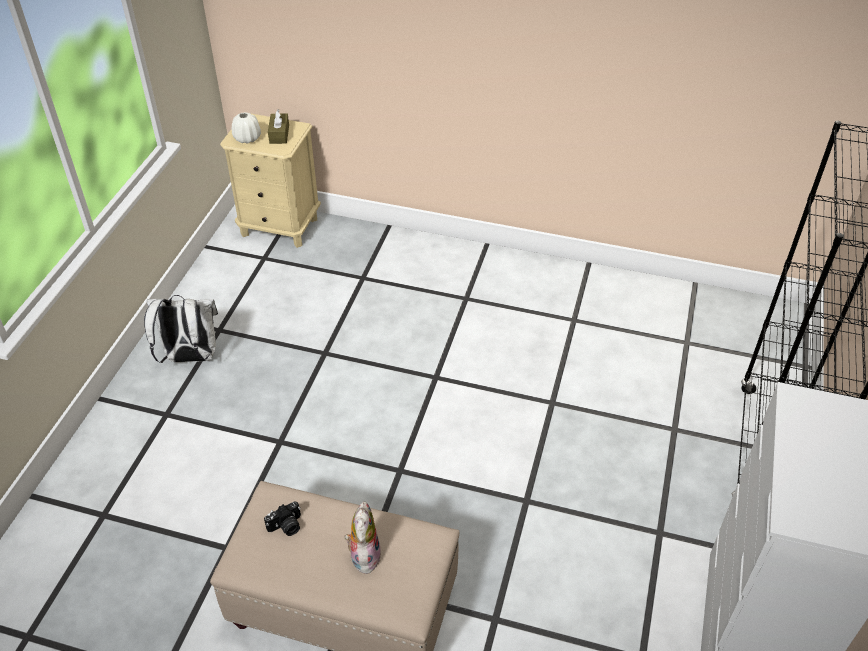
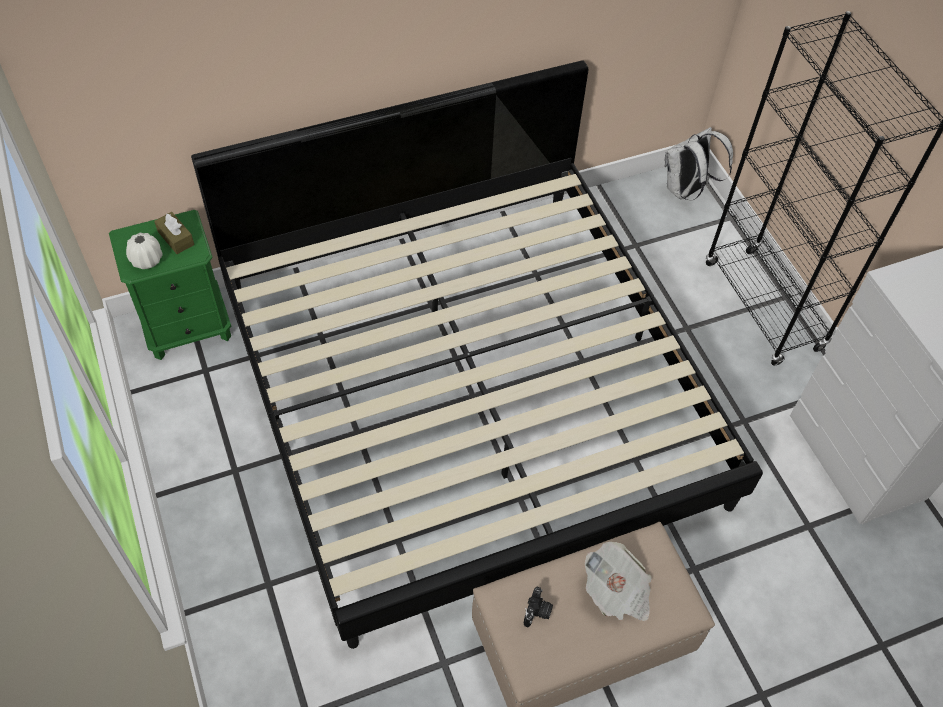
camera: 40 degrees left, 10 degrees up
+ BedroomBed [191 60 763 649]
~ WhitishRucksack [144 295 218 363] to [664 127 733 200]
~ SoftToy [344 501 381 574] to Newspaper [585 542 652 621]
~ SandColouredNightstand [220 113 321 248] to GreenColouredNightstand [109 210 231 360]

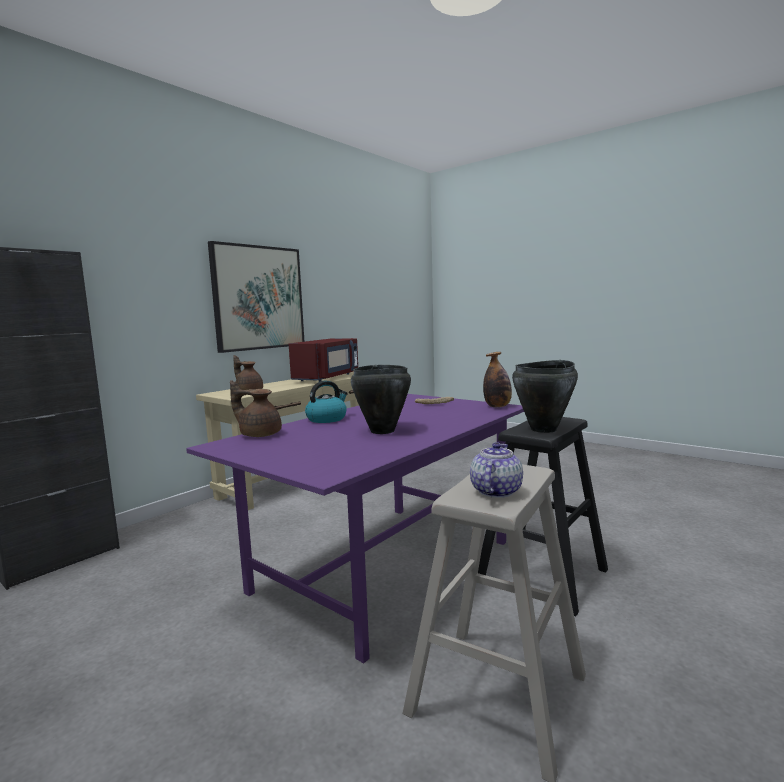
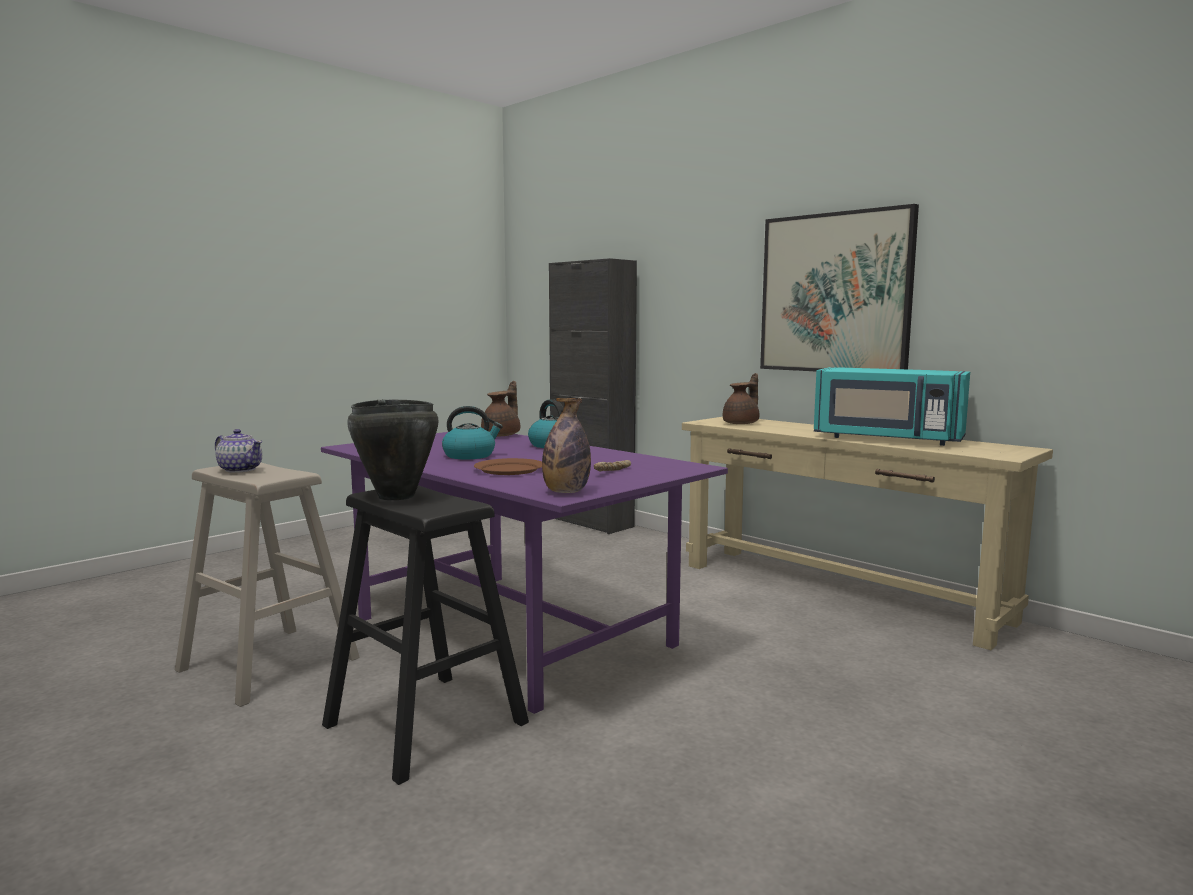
camera: 95 degrees right, 0 degrees up
+ BrownPlate [474 458 542 475]
~ BlackColouredSaucepot [351 365 411 434] to TeaKettle [442 406 503 459]
~ RedMicrowaveOven [289 338 358 382] to BlueGreenMicrowaveOven [814 367 970 446]

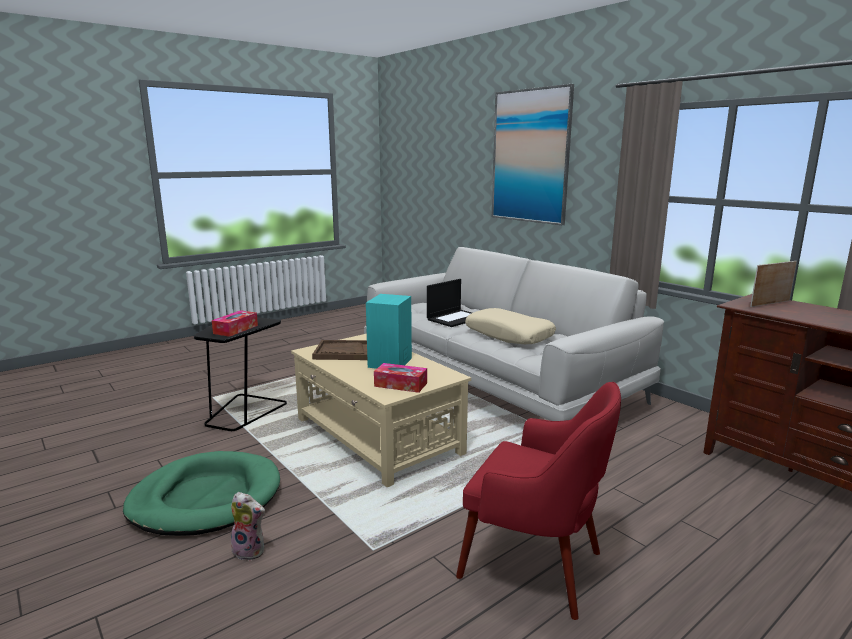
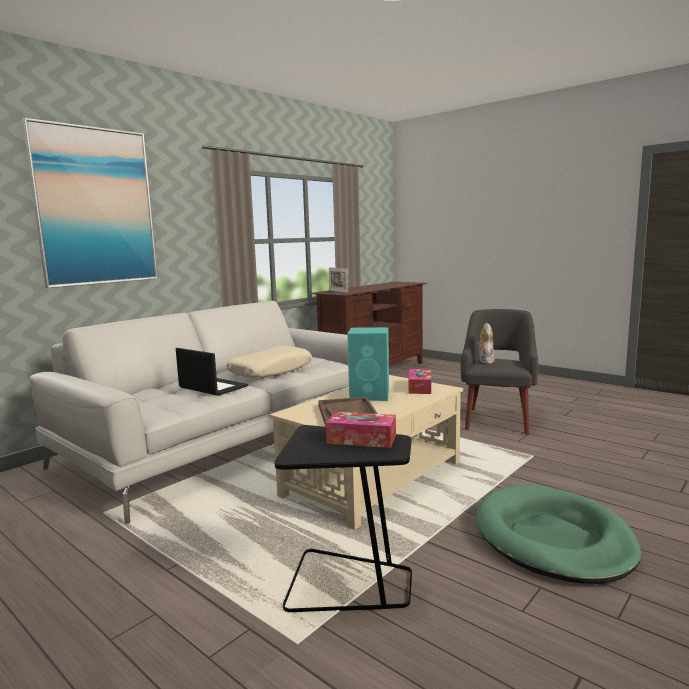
camera: 100 degrees left, 5 degrees down
~ SoftToy [231 492 265 561] to [477 323 495 364]
~ RedArmchair [456 382 621 620] to GreyArmchair [461 309 538 435]

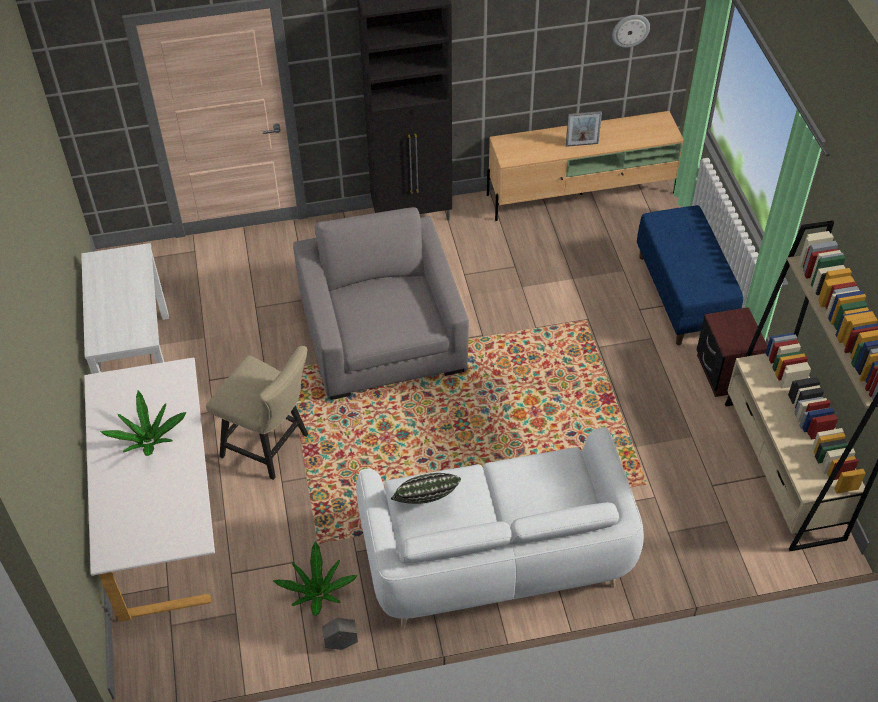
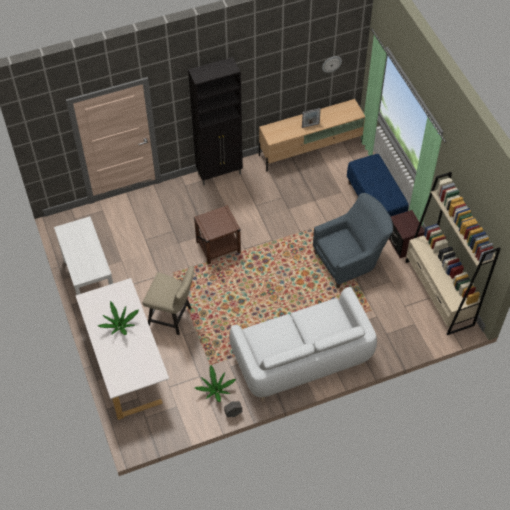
camera: 10 degrees left, 5 degrees up
- Cushion [391 473 461 504]
+ BluishArmchair [313 193 393 288]
~ GreyArmchair [293 207 469 400] to BrownEndTable [194 205 241 264]

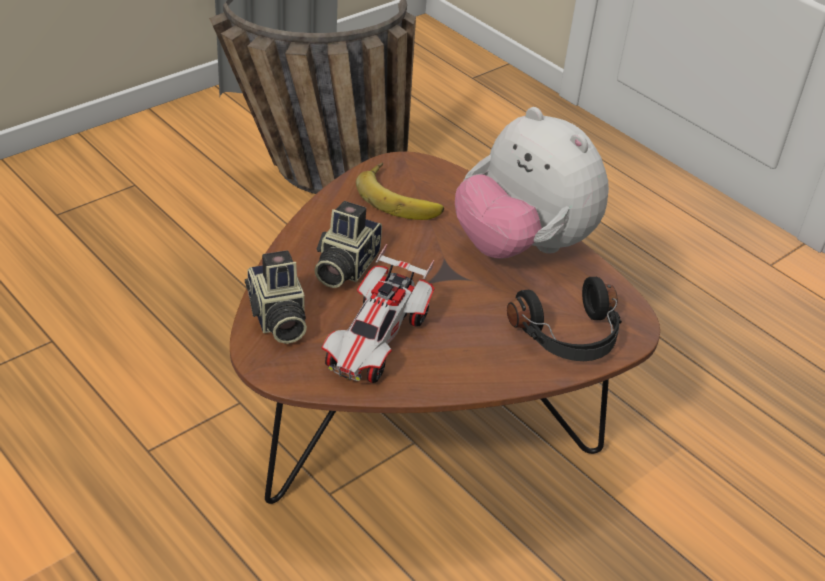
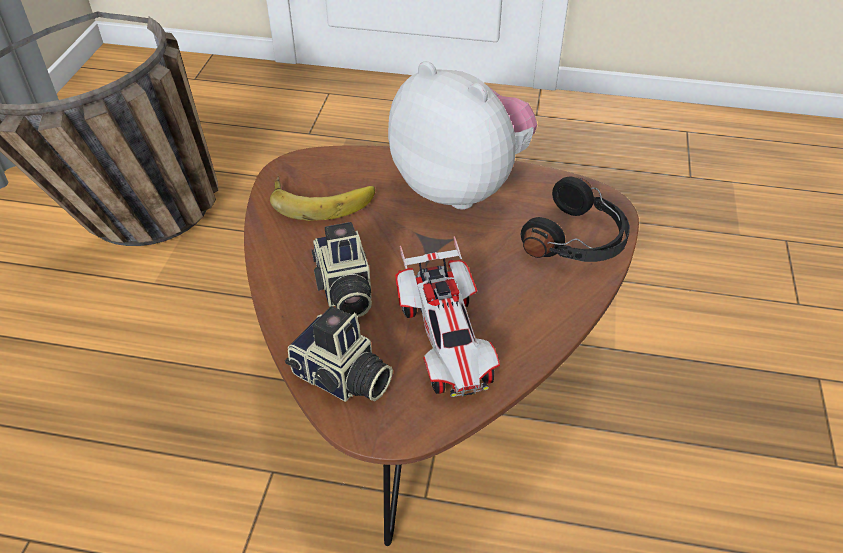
camera: 35 degrees left, 5 degrees up
~ SoftToy [455 107 609 259] = [388 61 537 210] 150 degrees counterclockwise

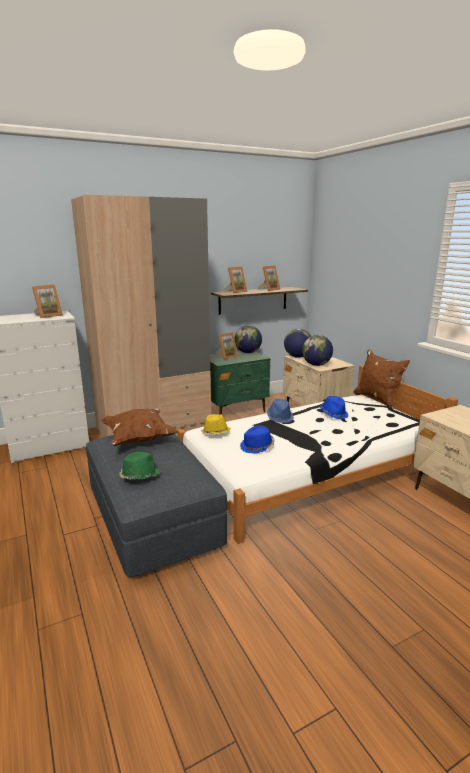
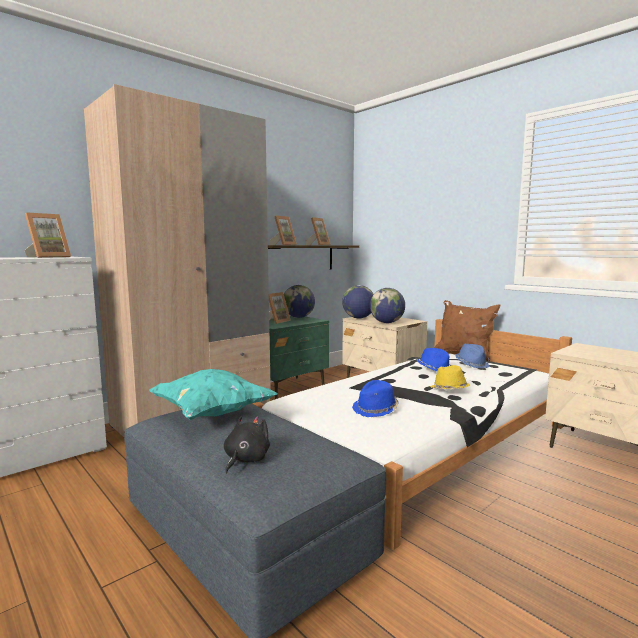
camera: 15 degrees left, 10 degrees down
~ YellowishClothingHat [200 414 231 434] to [430 365 470 389]
~ BluishClothingHat [267 399 294 423] to [456 344 489 369]
~ GreenColouredClothingHat [119 452 160 480] to BlackColouredSoftToy [224 416 270 474]
~ BrownCushion [101 408 178 446] to BlueGreenCushion [149 369 277 420]

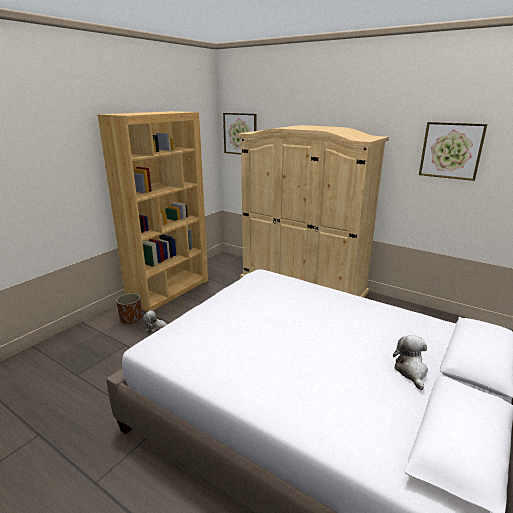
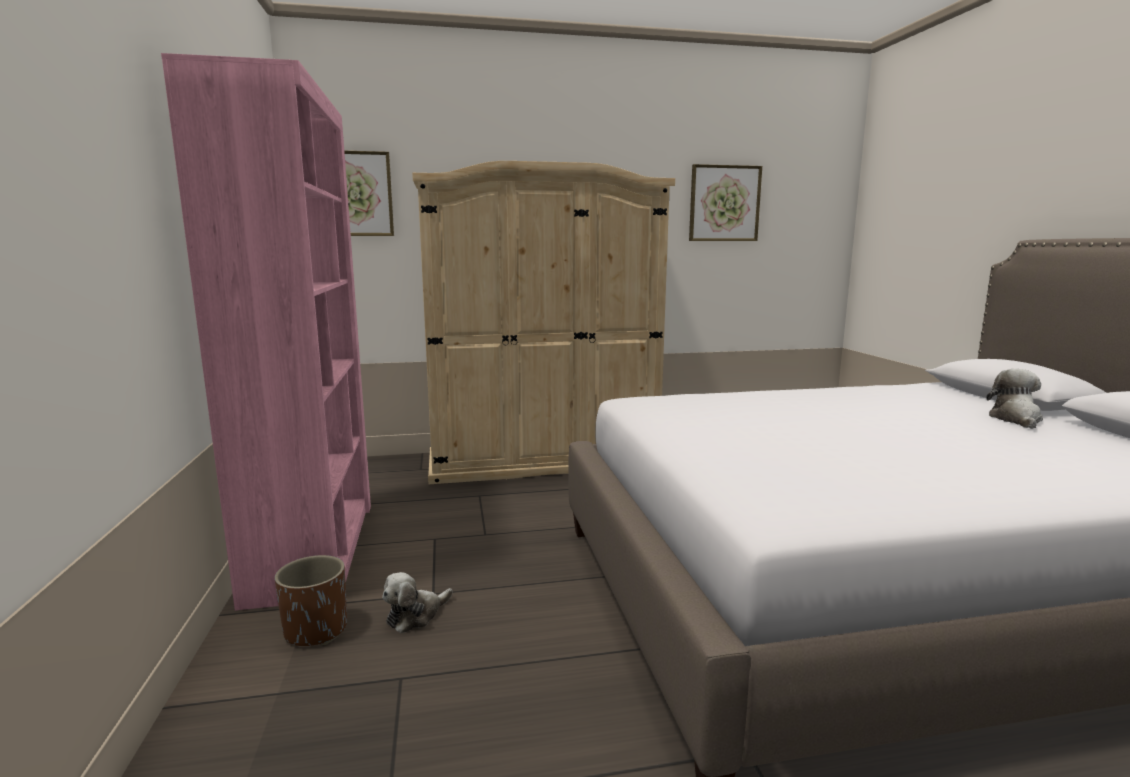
camera: 45 degrees left, 10 degrees down
~ BrownBookshelf [97 111 208 311] to PinkishBookshelf [161 53 371 611]
~ SoftToy [393 335 428 390] = [986 369 1043 429] 60 degrees clockwise

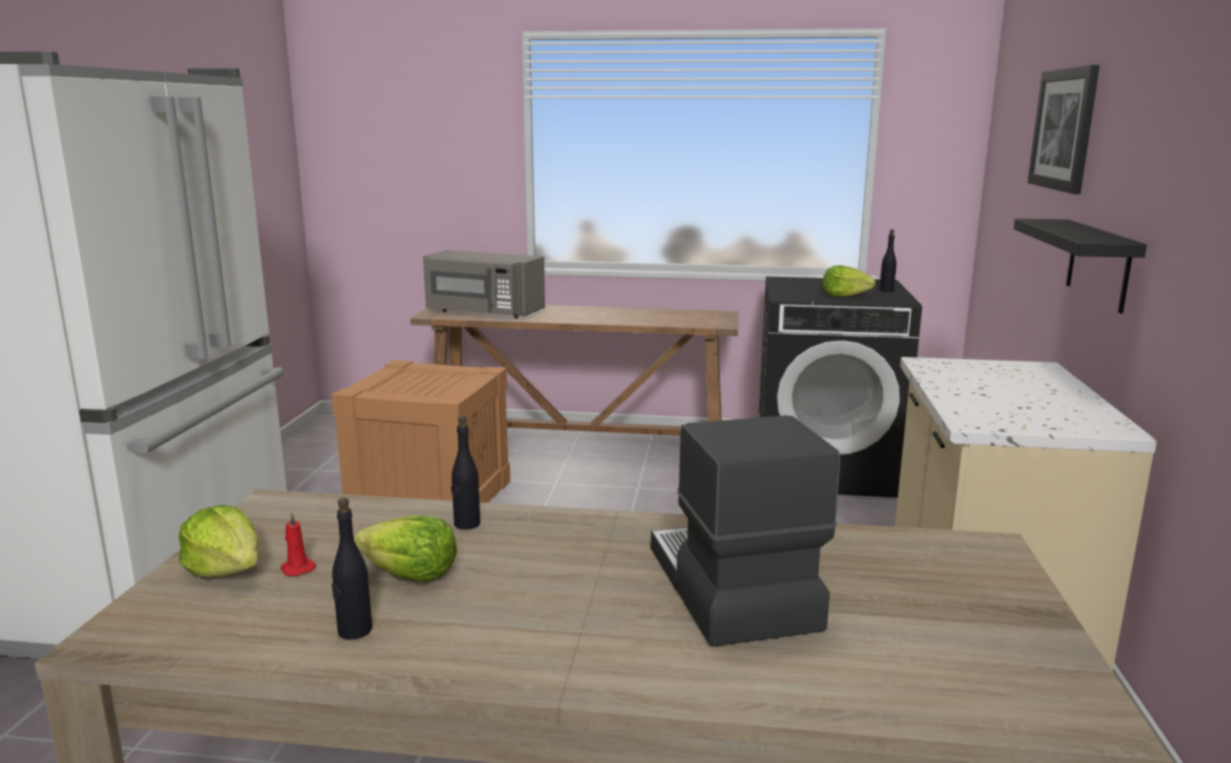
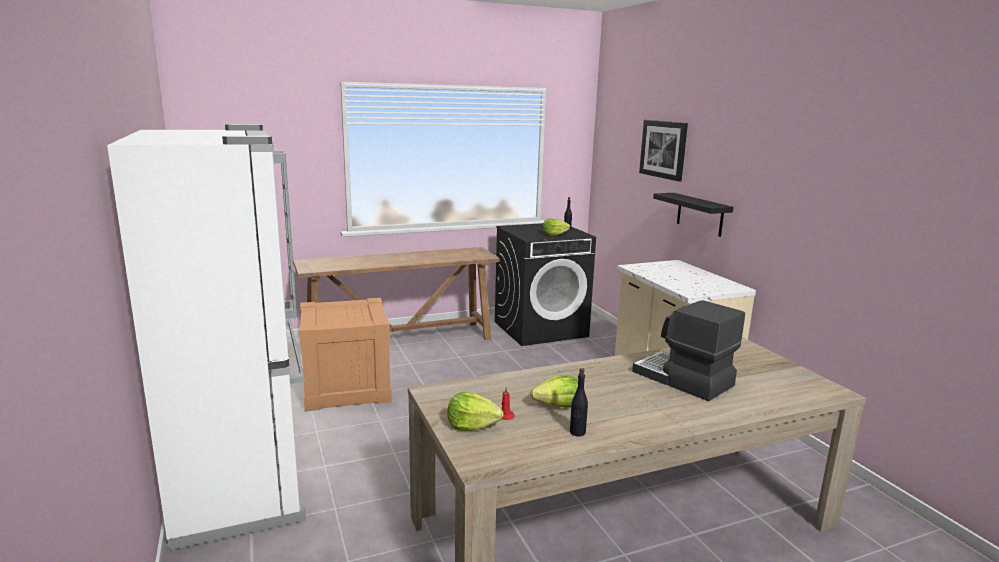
camera: 30 degrees left, 0 degrees up
- GreyMicrowaveOven [423 250 545 319]
- BlackColouredBeverageBottle [451 416 480 530]

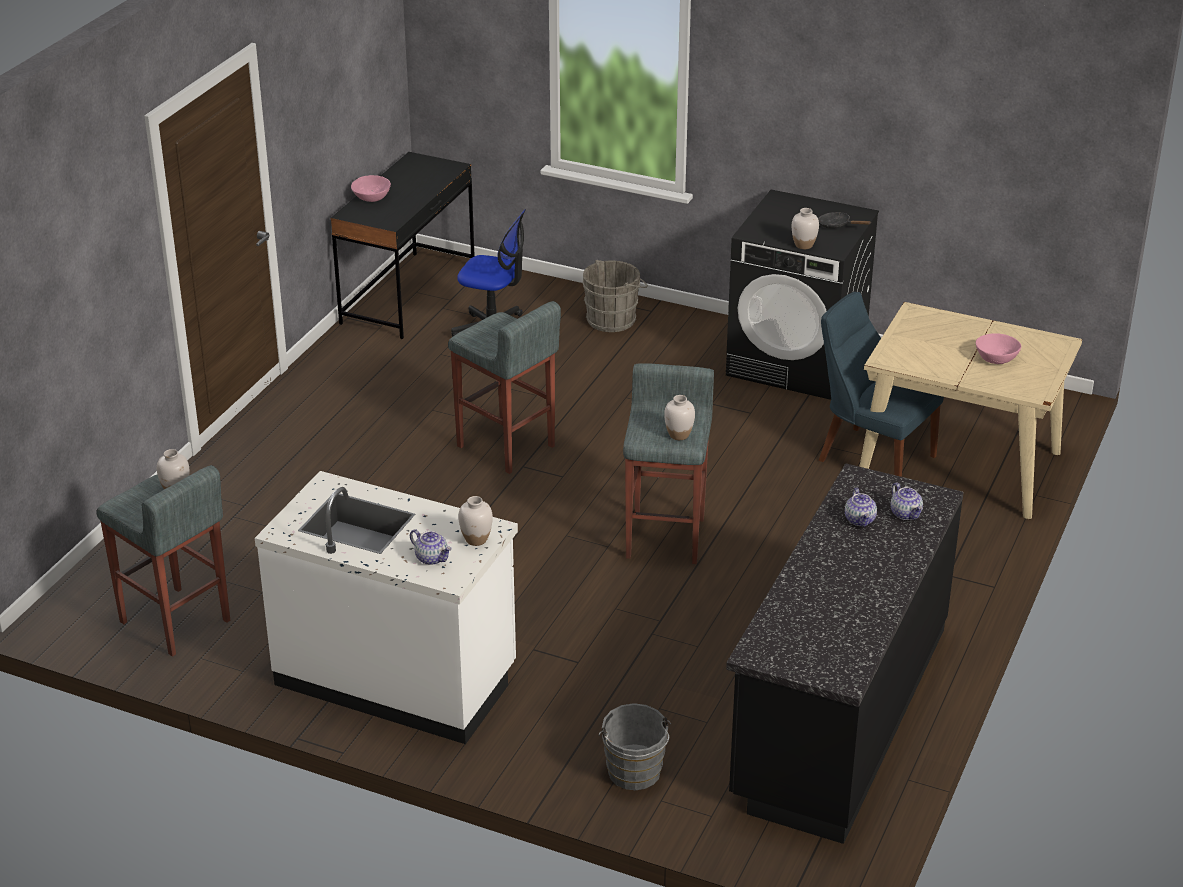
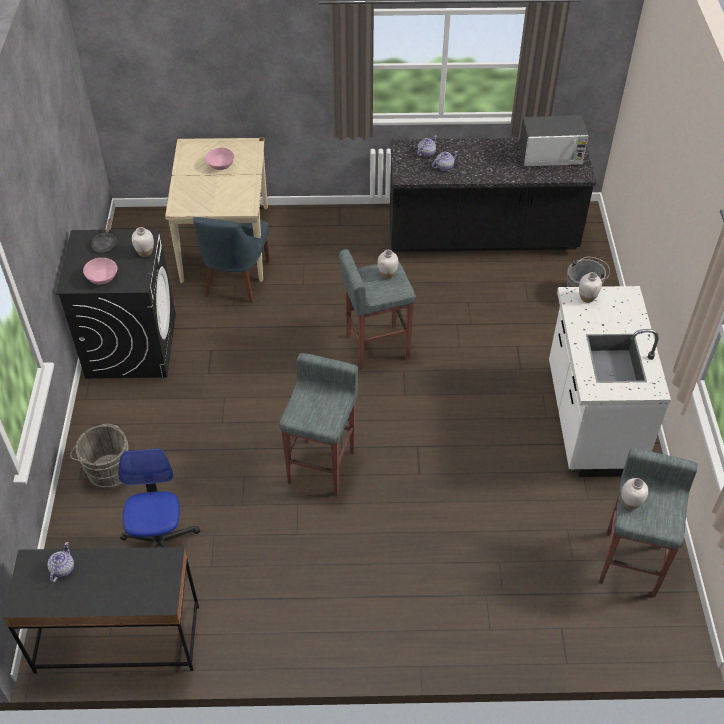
camera: 115 degrees left, 15 degrees up
+ MicrowaveOven [519 115 588 167]
~ PinkishDeepDish [351 175 391 202] to [83 258 117 285]
~ TeaPot [410 529 452 565] to [47 542 74 583]

